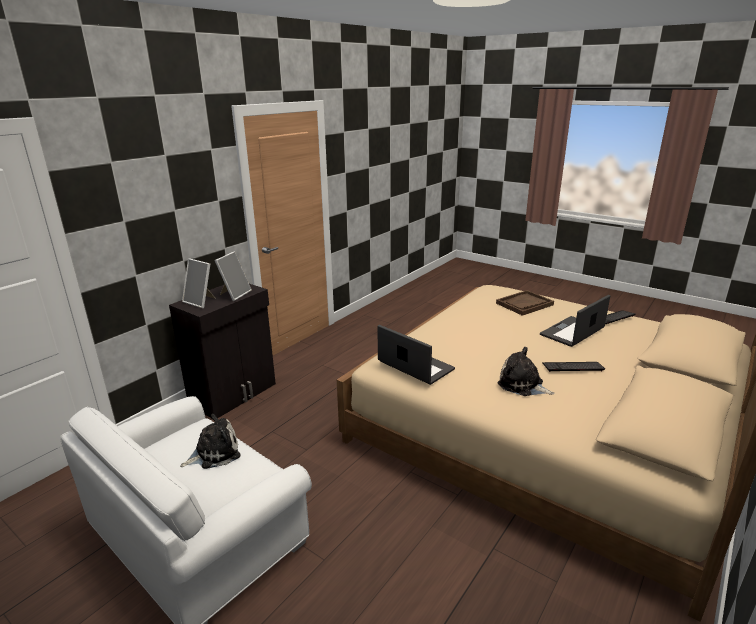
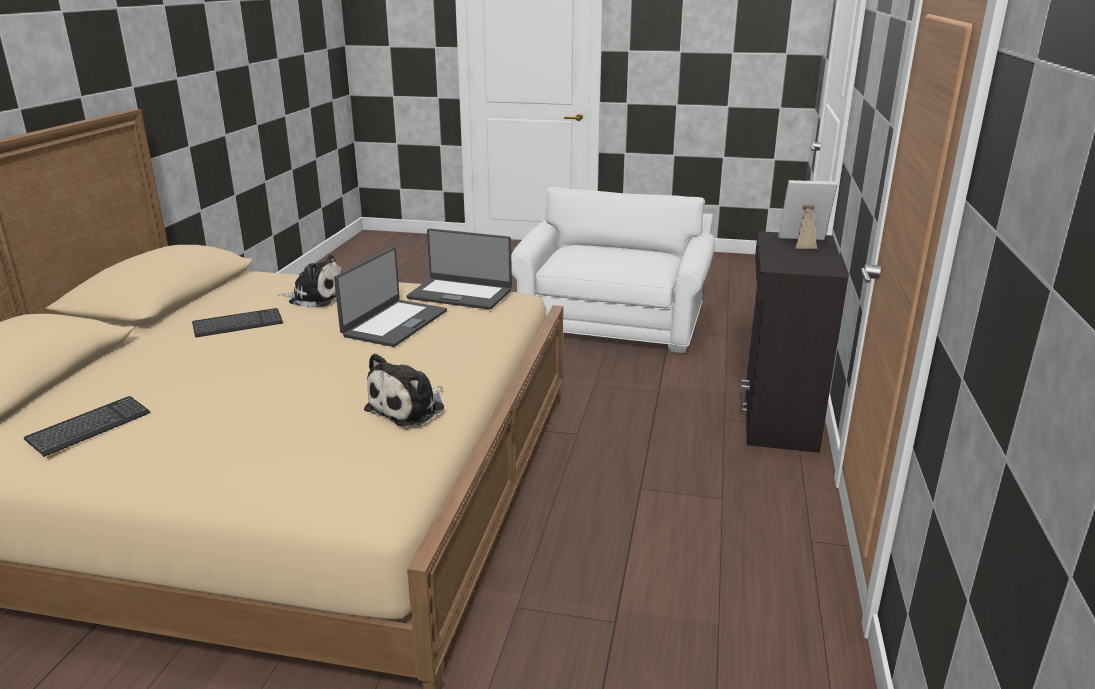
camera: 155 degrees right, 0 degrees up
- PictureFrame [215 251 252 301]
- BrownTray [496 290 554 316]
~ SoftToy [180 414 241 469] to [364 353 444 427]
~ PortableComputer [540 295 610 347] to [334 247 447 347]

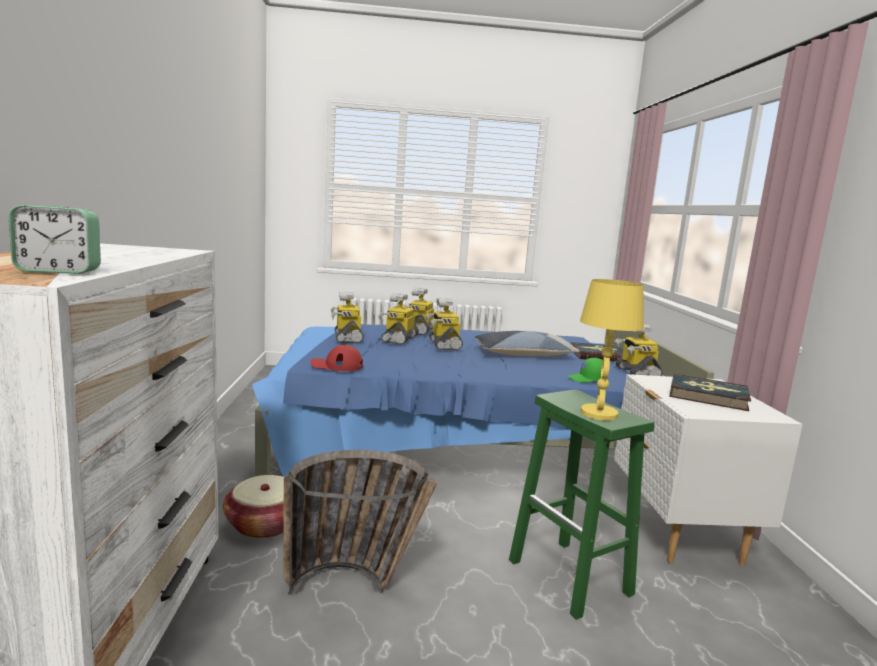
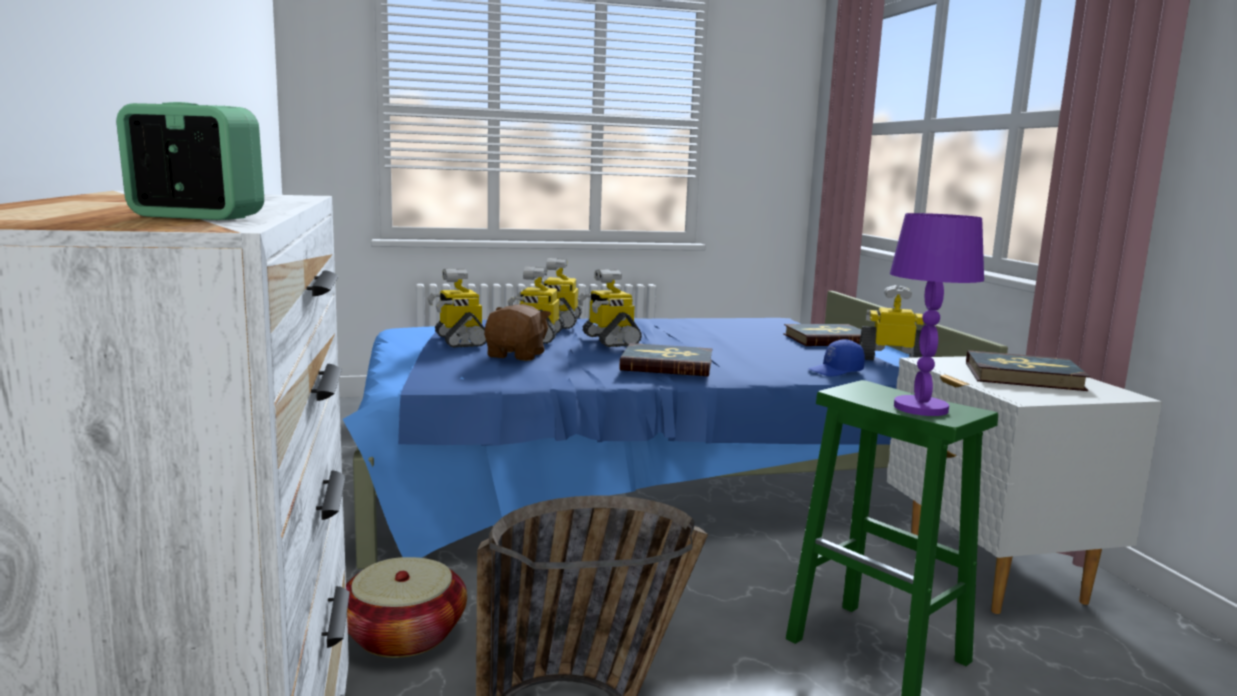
camera: 10 degrees left, 0 degrees up
- RedPeakedCap [310 345 363 371]
- Cushion [475 331 580 356]
+ BrownSoftToy [484 304 551 361]
+ Volume [620 343 712 377]
~ GreenColouredPeakedCap [568 358 603 383] to BluishPeakedCap [808 339 865 376]
~ YellowishTableLamp [580 279 644 421] to PurpleTableLamp [890 213 984 416]
~ BedsideClock [8 205 101 274] = [116 102 264 220] 150 degrees counterclockwise
~ RobotFigure [615 324 663 376] = [859 285 924 360] 120 degrees clockwise

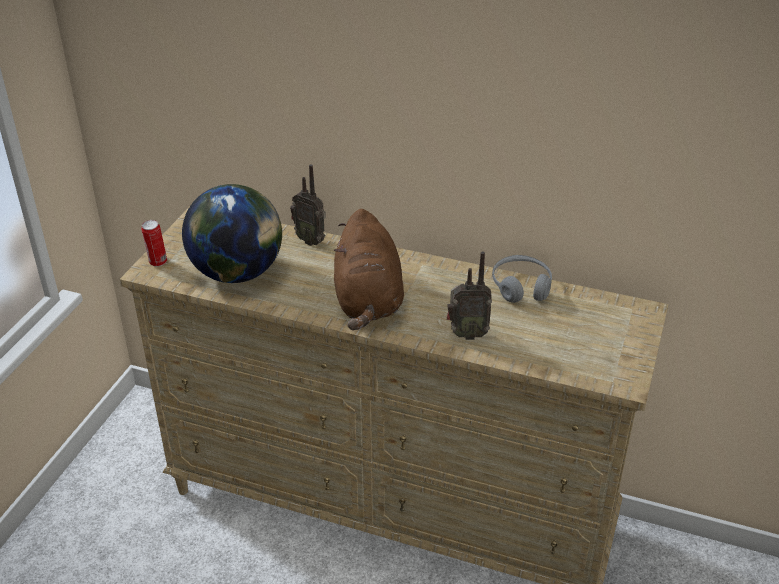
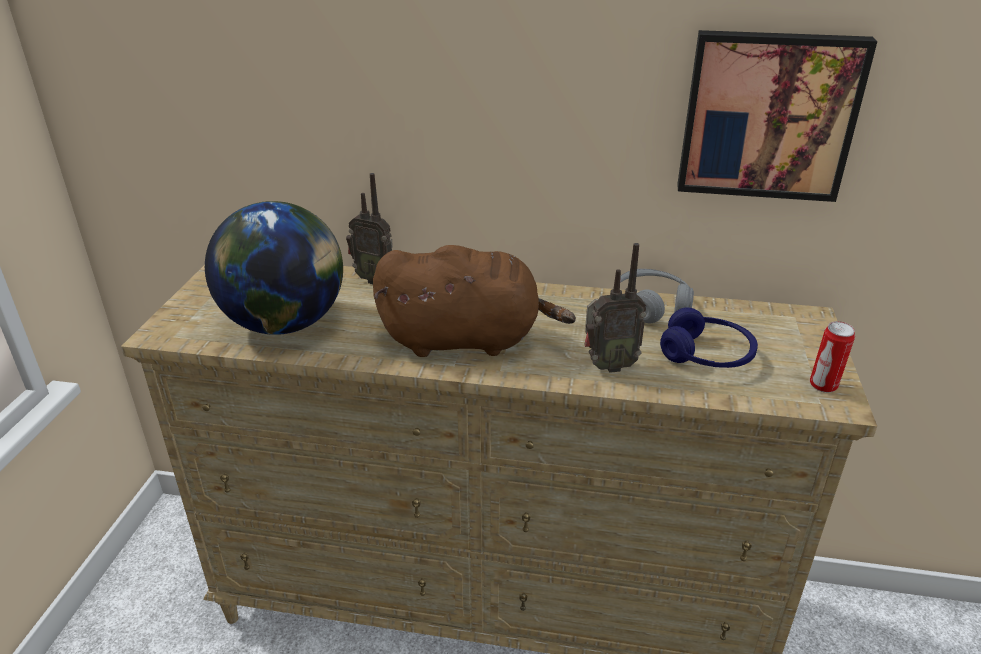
camera: 10 degrees left, 5 degrees down
+ BluishHeadphones [660 308 758 368]
+ WallPicture [677 30 877 202]
~ MetalCan [141 220 167 267] to [810 321 855 393]
~ BrownSoftToy [334 209 404 330] = [373 245 576 357] 75 degrees counterclockwise

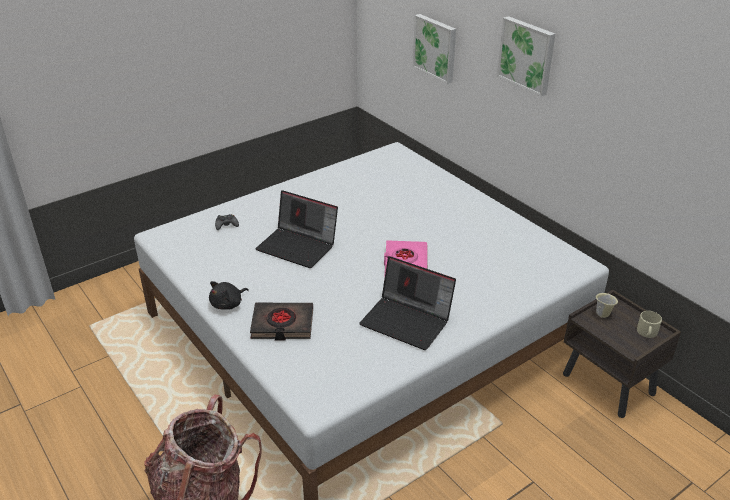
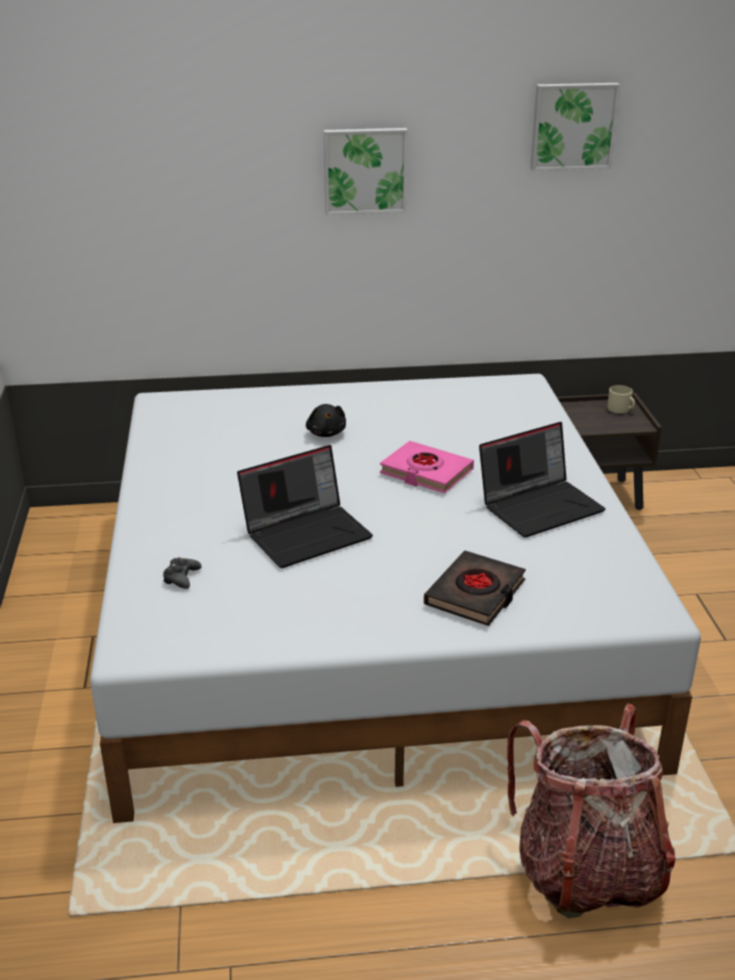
camera: 60 degrees left, 5 degrees down
- SandColouredMug [596 293 618 318]
~ BlackColouredSoftToy [209 281 249 310] to [306 404 346 437]
~ WallPicture [413 14 456 84] to [530 83 621 171]

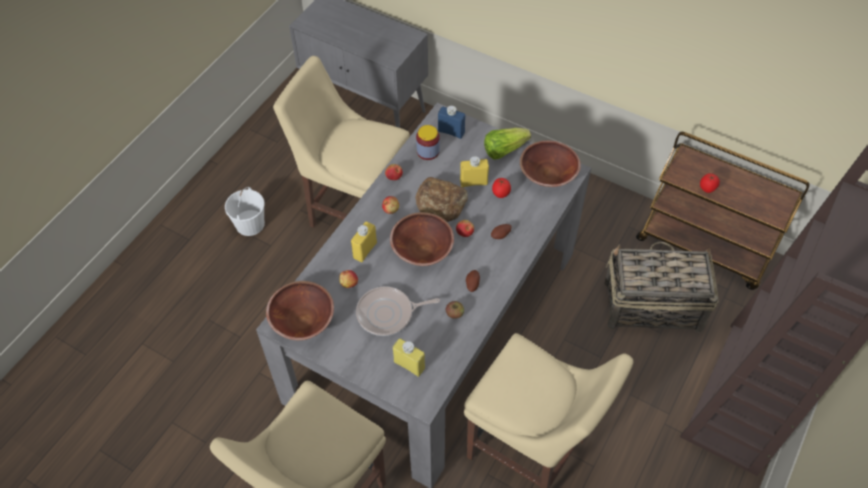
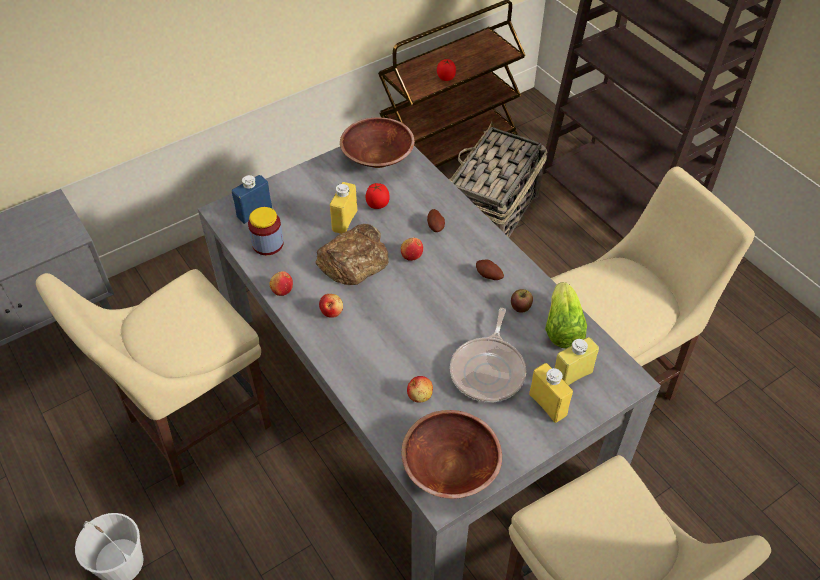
camera: 65 degrees left, 5 degrees down
- BrownDeepDish [390 212 454 266]
~ YellowishBeverageBottle [351 222 377 262] to [529 363 573 423]
~ LettuceHead [484 128 531 160] to [545 282 587 348]

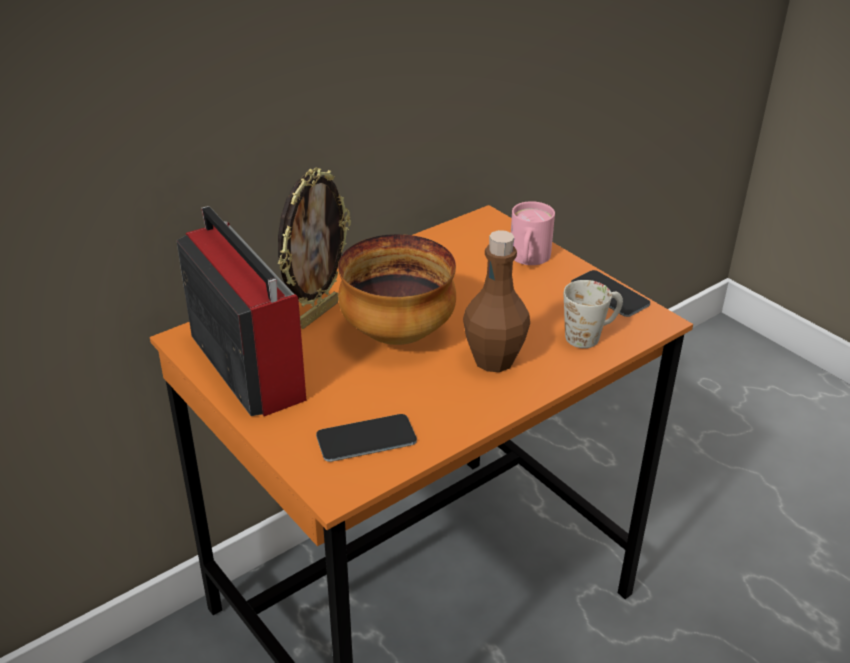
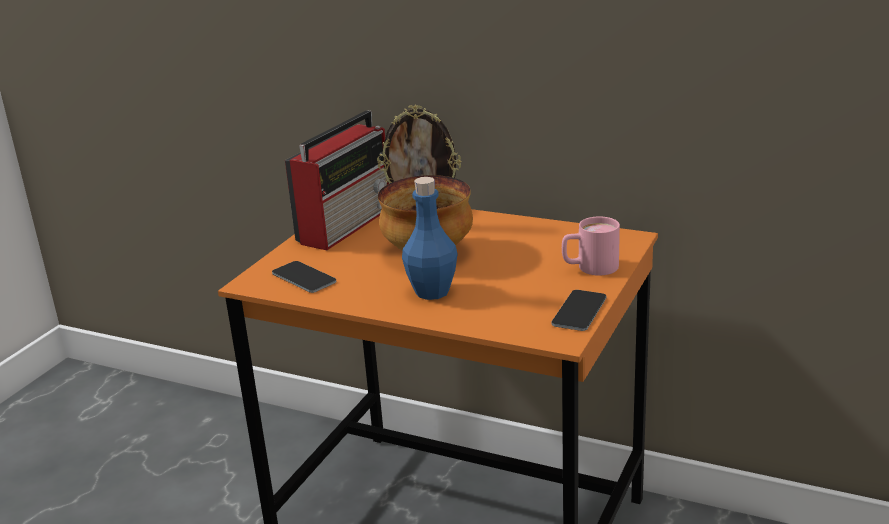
camera: 65 degrees right, 10 degrees down
- WhitishMug [564 280 623 348]
~ BrownBeverageBottle [463 230 530 372] to BluishBeverageBottle [402 177 458 300]

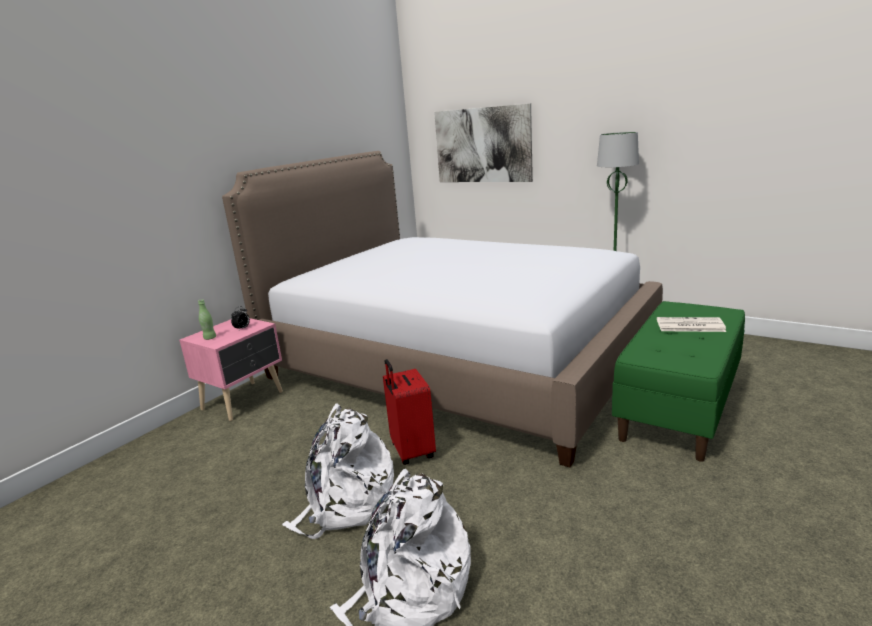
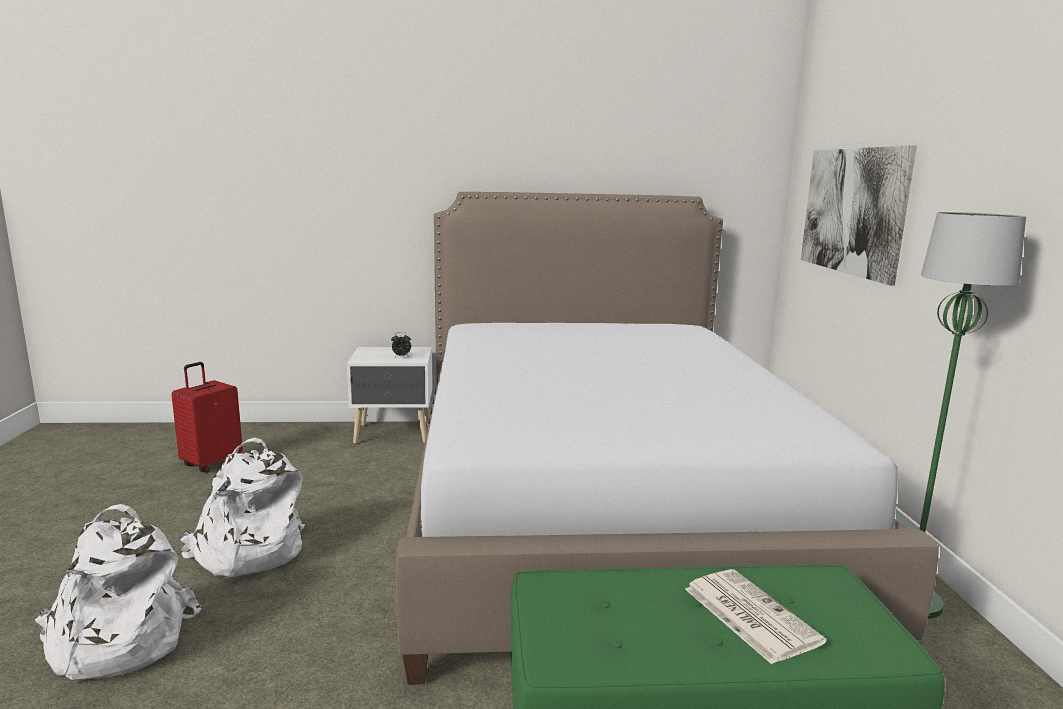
camera: 50 degrees right, 5 degrees down
- GreenColouredBeverageBottle [198 299 216 340]
~ RedSuitcase [383 359 436 465] to [171 362 243 473]
~ PinkishNightstand [179 318 283 421] to WhitishNightstand [347 347 433 444]

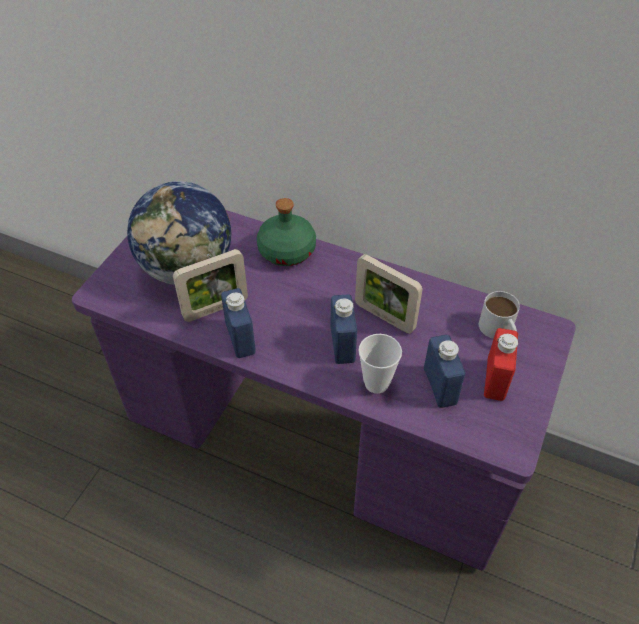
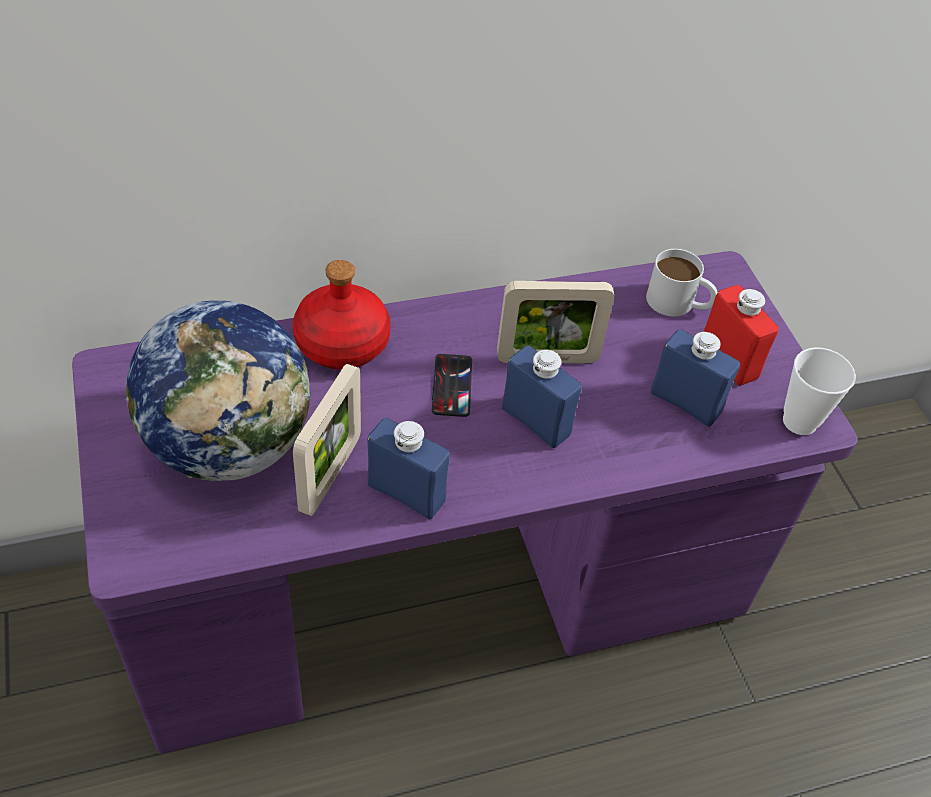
camera: 45 degrees left, 0 degrees up
+ Phone [432 354 472 417]
~ DrinkingCup [358 334 402 394] to [783 347 856 435]
~ GreenColouredBeverageBottle [256 198 316 266] to RedBeverageBottle [293 260 391 370]

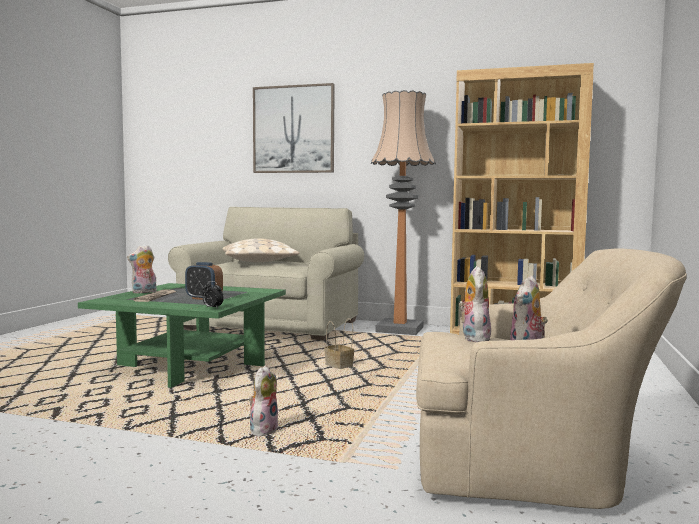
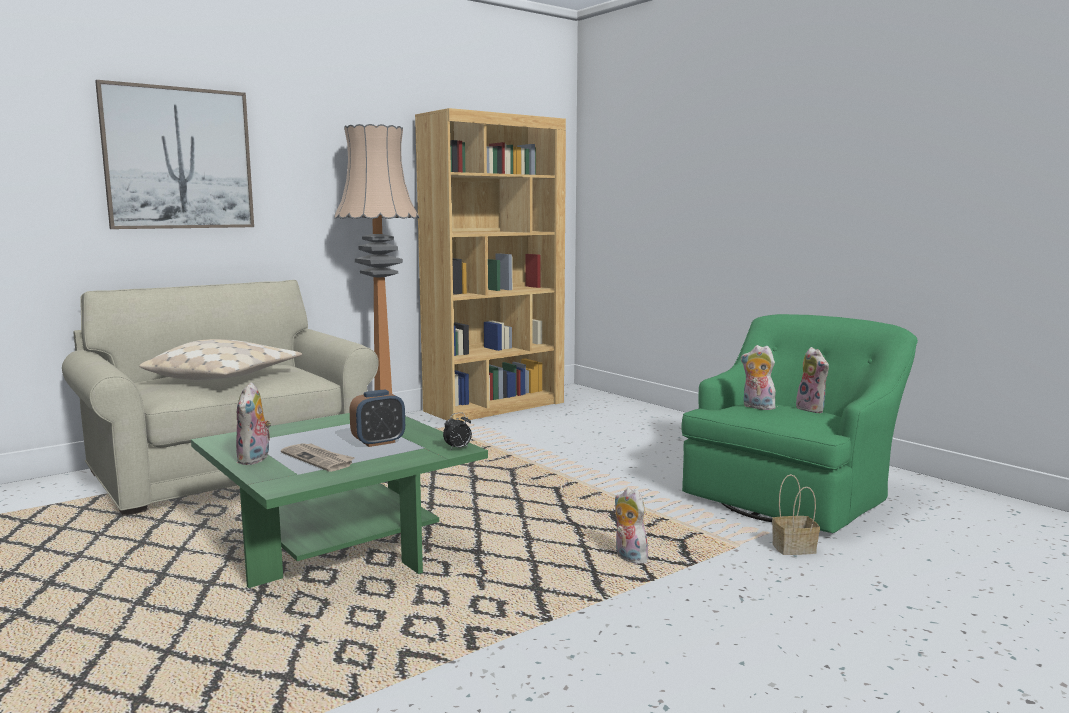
camera: 55 degrees left, 5 degrees up
~ StorageBasket [324 318 354 369] to [772 474 820 555]
~ SandColouredArmchair [416 248 687 509] to GreenColouredArmchair [682 314 918 533]

